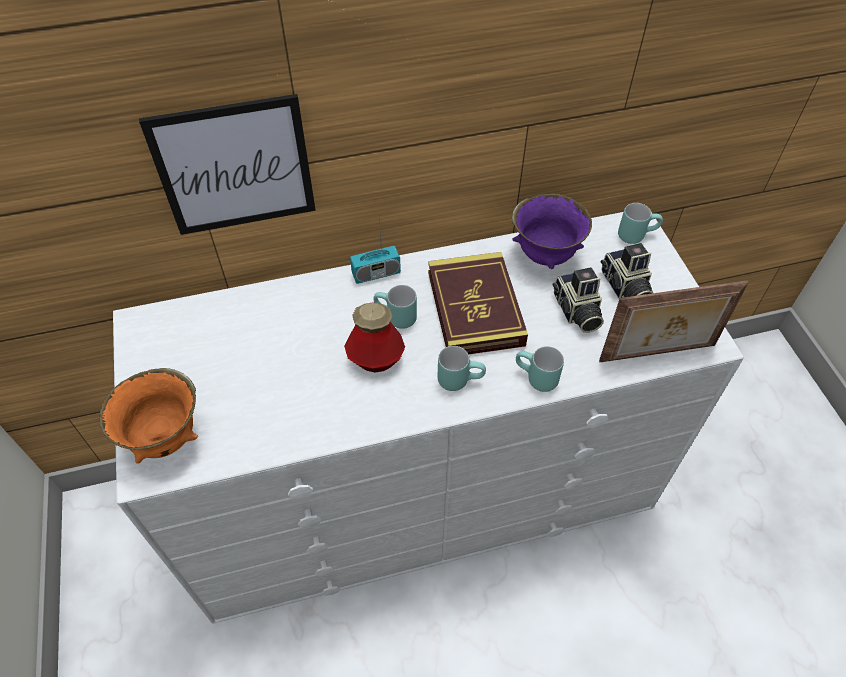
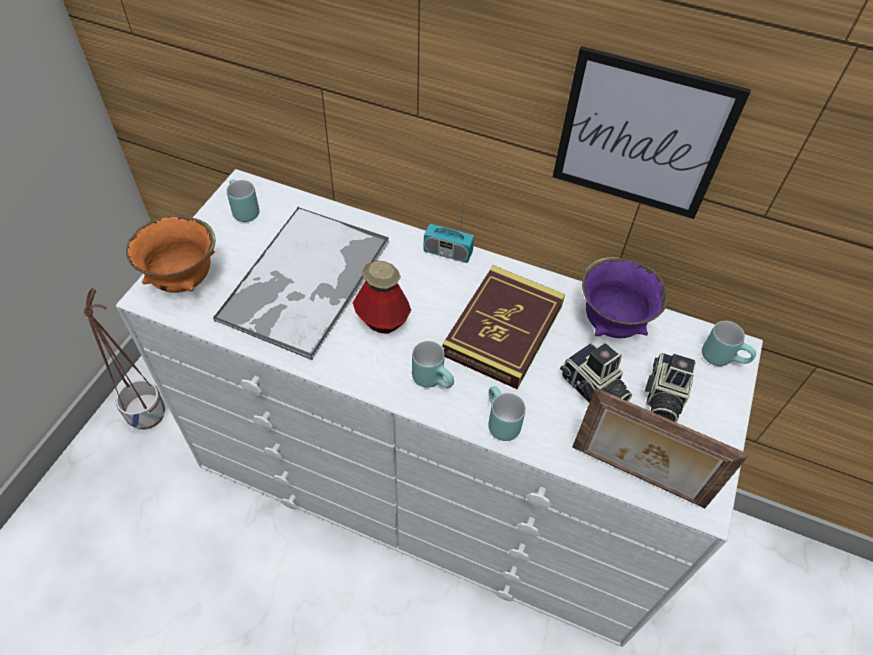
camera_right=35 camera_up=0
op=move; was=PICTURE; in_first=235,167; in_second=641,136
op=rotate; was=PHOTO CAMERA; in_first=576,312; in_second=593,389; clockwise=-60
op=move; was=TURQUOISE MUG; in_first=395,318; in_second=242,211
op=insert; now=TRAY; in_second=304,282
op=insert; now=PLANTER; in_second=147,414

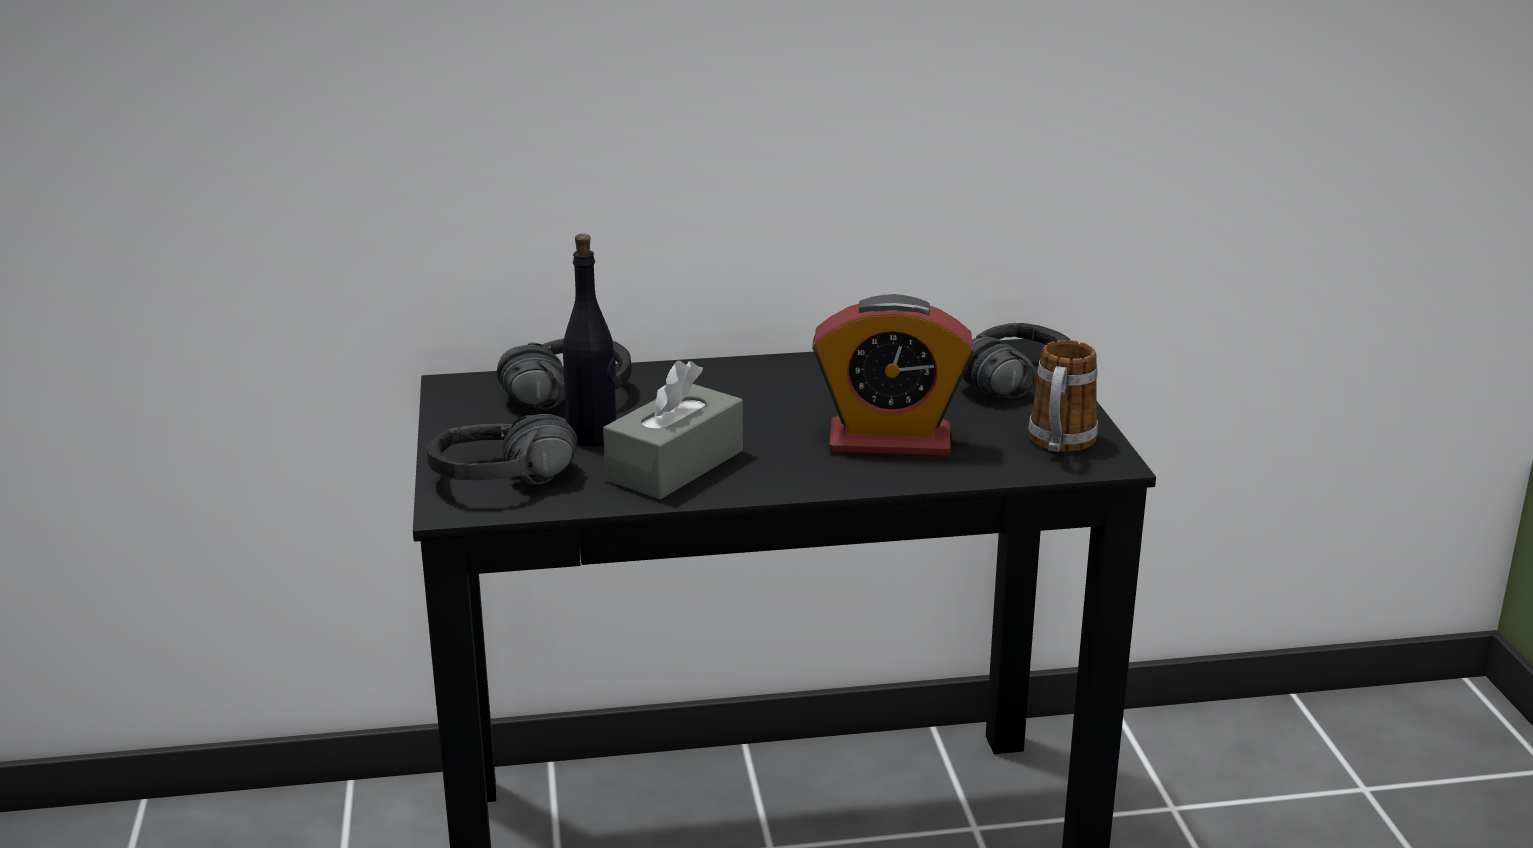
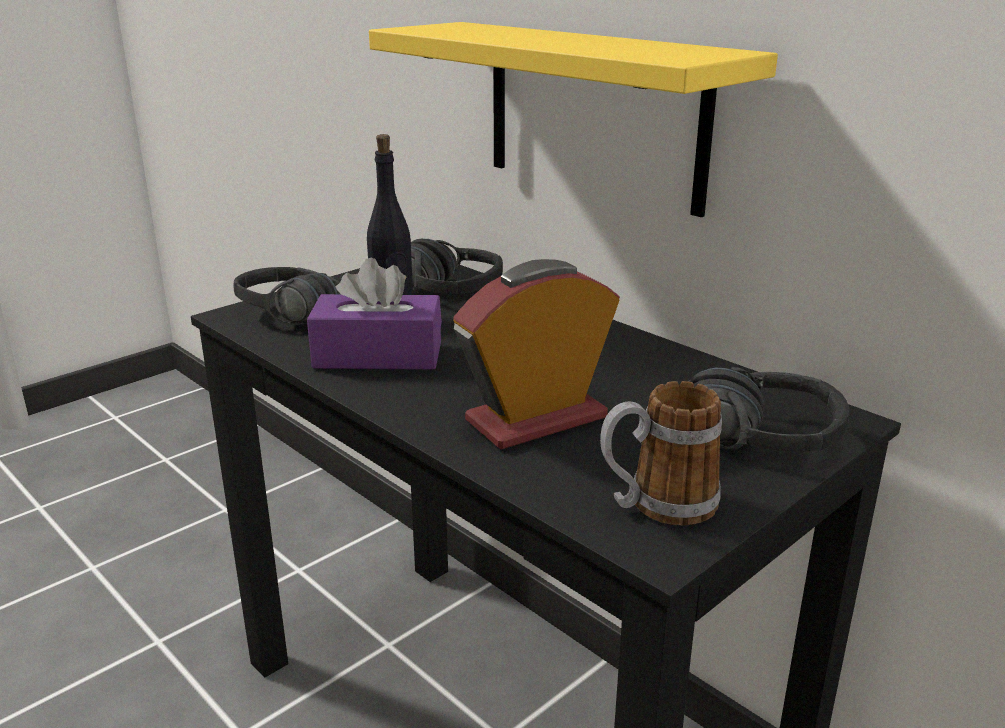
camera_right=55 camera_up=0
op=rotate; was=ALARM CLOCK; in_first=889,441; in_second=536,419; clockwise=90
op=recolor; was=GREY TISSUE BOX; now=PURPLE TISSUE BOX; in_first=675,465; in_second=378,355
op=insert; now=YELLOW SHELF; in_second=593,114

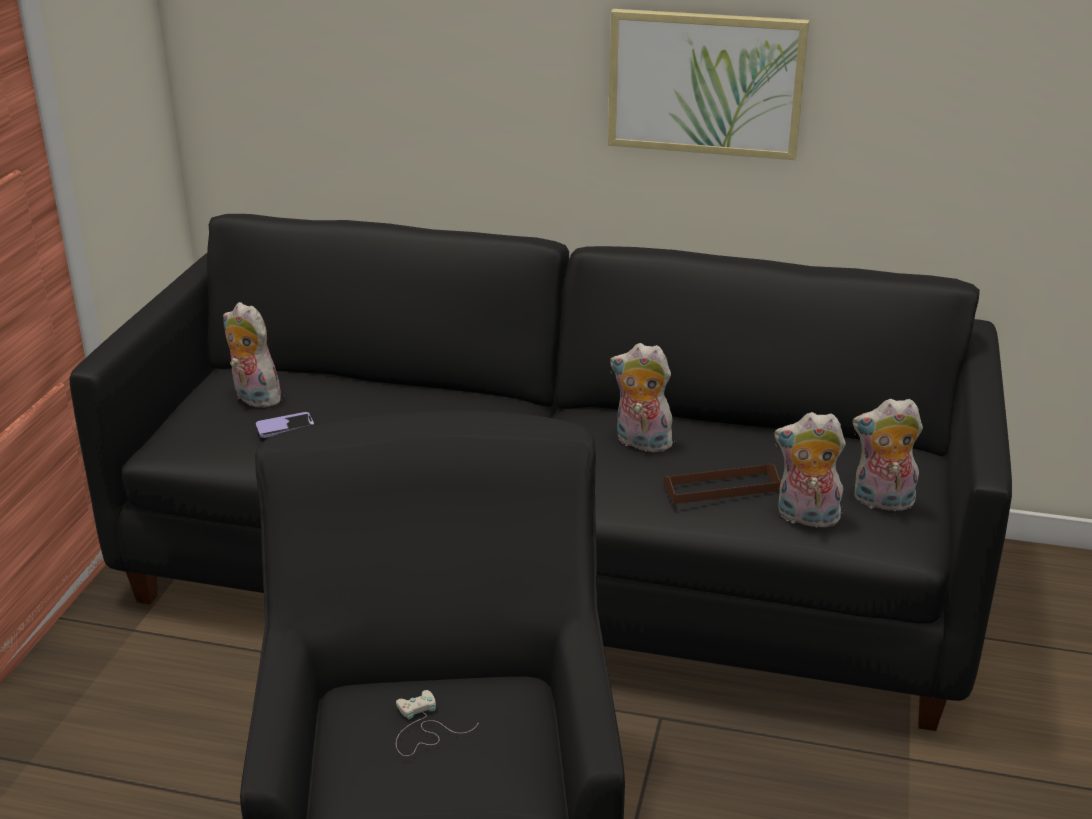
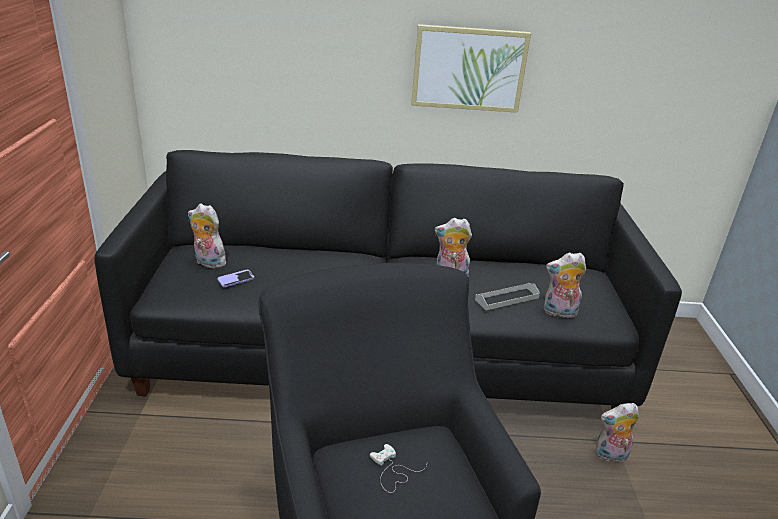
camera_right=-15 camera_up=0
op=move; was=PLUSH TOY; in_first=881,502; in_second=610,455
op=recolor; was=BROWN TRAY; now=GREY TRAY; in_first=721,488; in_second=507,299

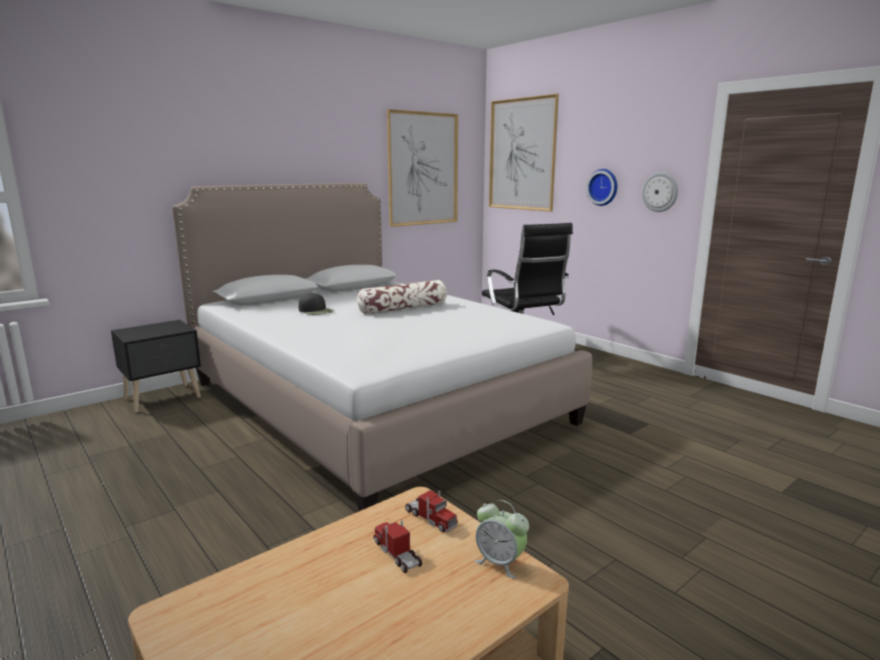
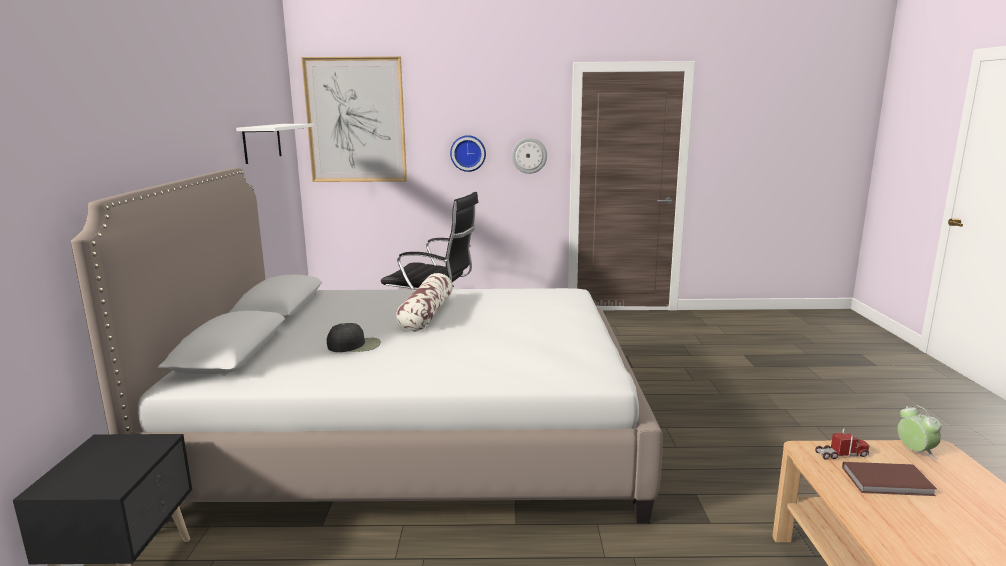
camera_right=-50 camera_up=0
op=replace; was=PICTURE; now=WHITE SHELF; in_first=423,169; in_second=262,142
op=rotate; was=ALARM CLOCK; in_first=500,562; in_second=915,451; clockwise=-90
op=replace; was=TOY TRUCK; now=BROWN BOOK; in_first=397,554; in_second=888,482

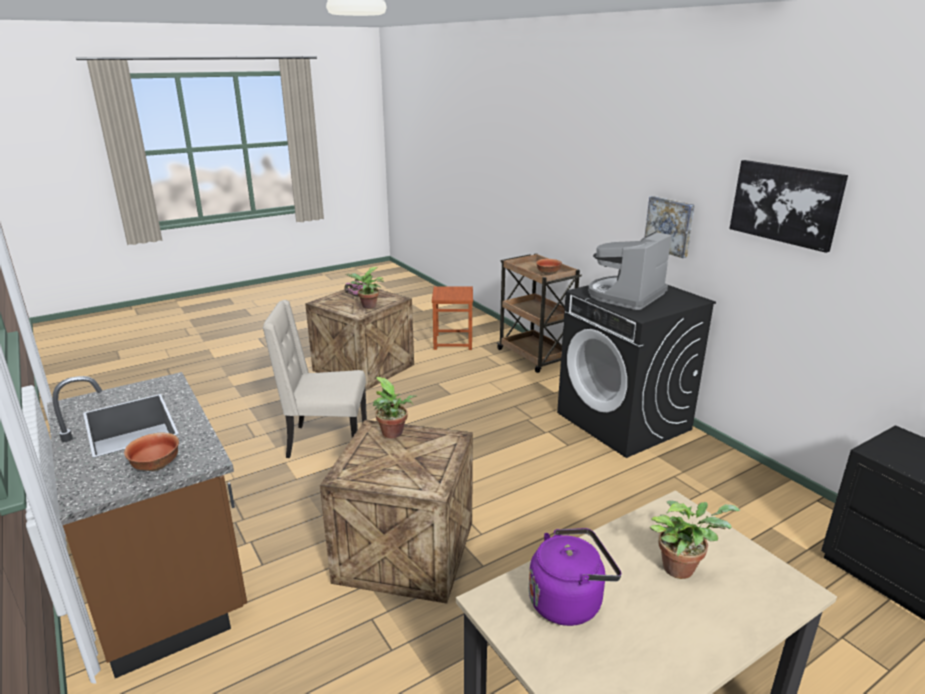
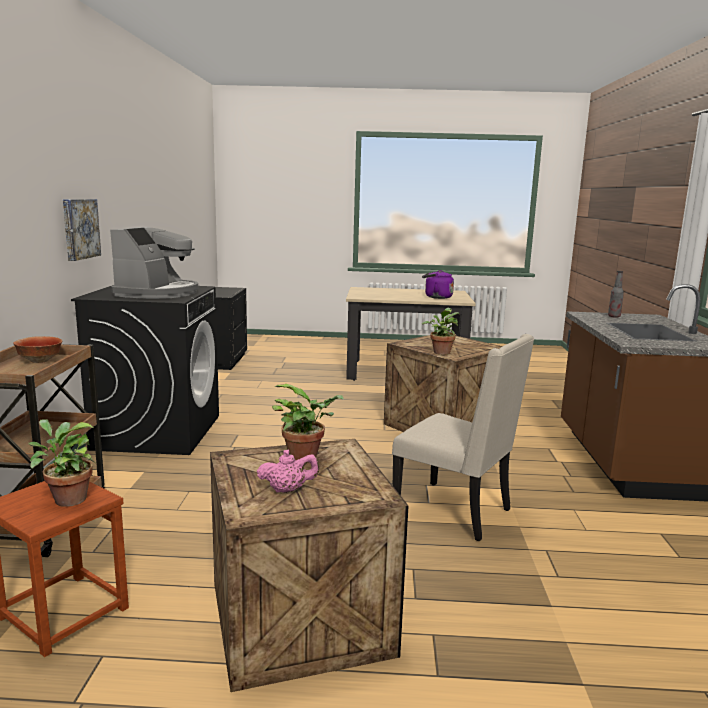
camera_right=-145 camera_up=-10
op=delete; was=PICTURE; in_first=785,203
op=rotate; was=COFFEE MACHINE; in_first=625,295; in_second=158,293; clockwise=-60
op=replace; was=BOWL; now=BOTTLE; in_first=157,466; in_second=614,316
op=move; was=POTTED PLANT; in_first=681,567; in_second=67,499

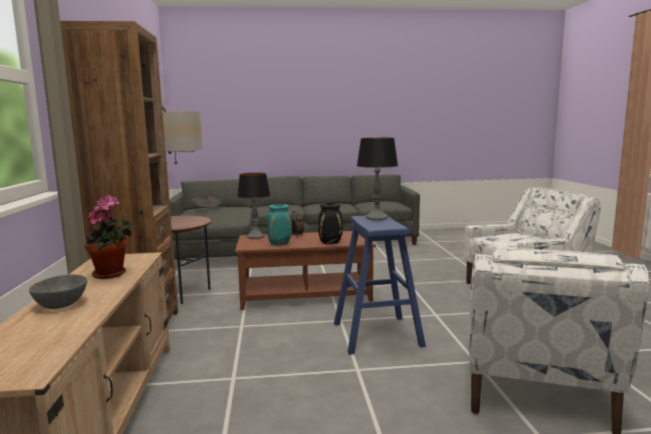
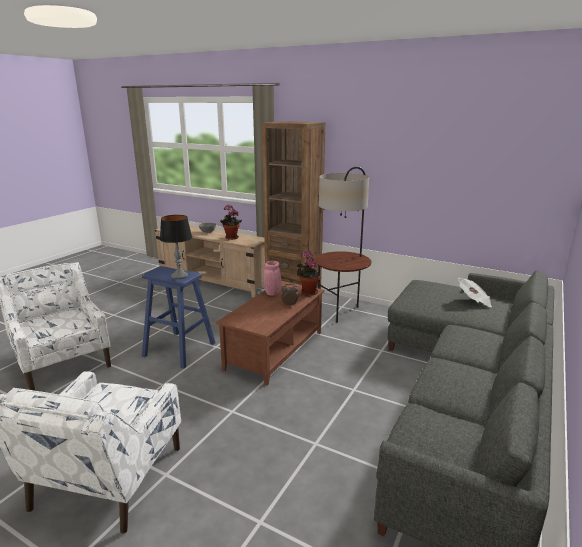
camera_right=125 camera_up=10
op=replace; was=TABLE LAMP; now=POTTED PLANT; in_first=255,237; in_second=308,292
op=delete; was=BLACK VASE; in_first=331,243
op=recolor; was=TURQUOISE VASE; now=PINK VASE; in_first=280,244; in_second=272,293

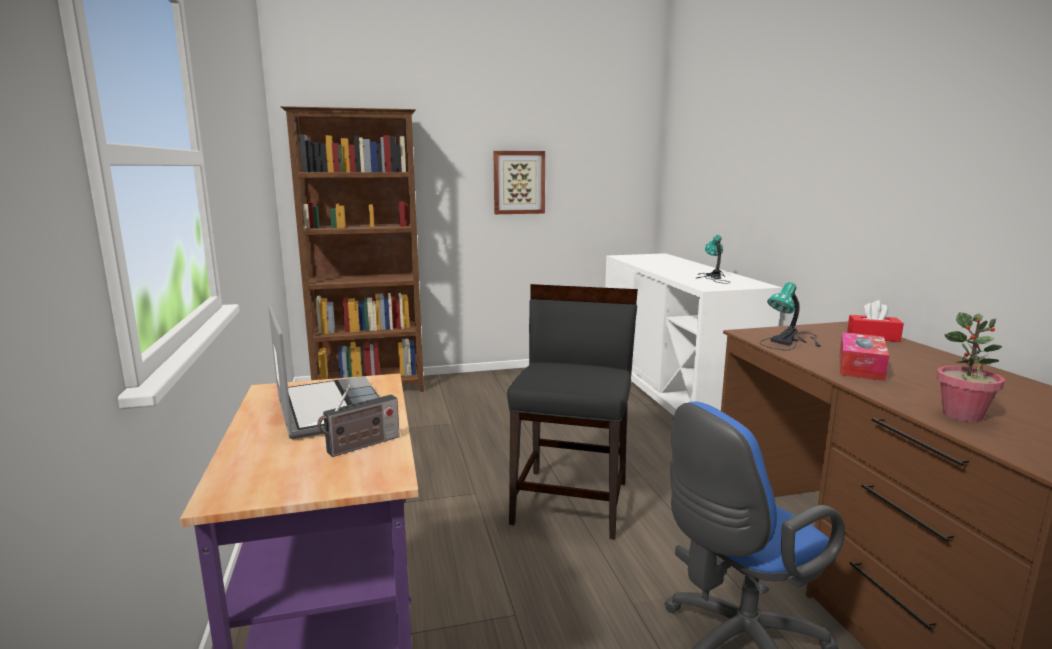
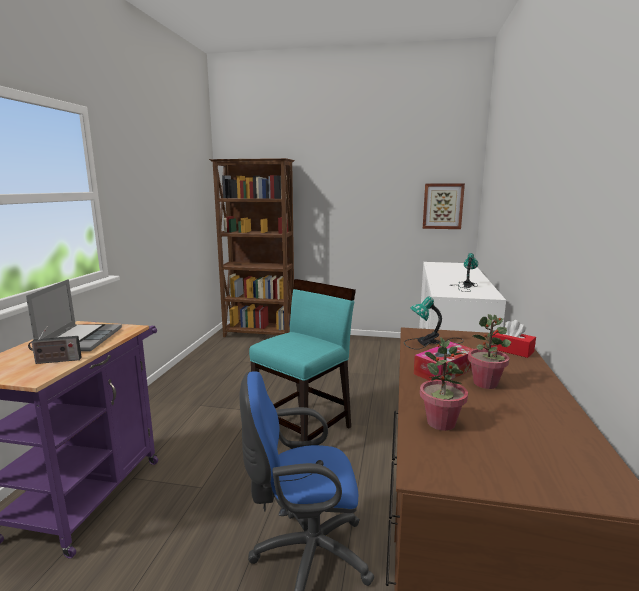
camera_right=25 camera_up=0
op=move; was=PICTURE; in_first=519,182; in_second=442,206
op=recolor; was=BLACK CHAIR; now=TURQUOISE CHAIR; in_first=572,501; in_second=304,430
op=insert; now=POTTED PLANT; in_second=485,383

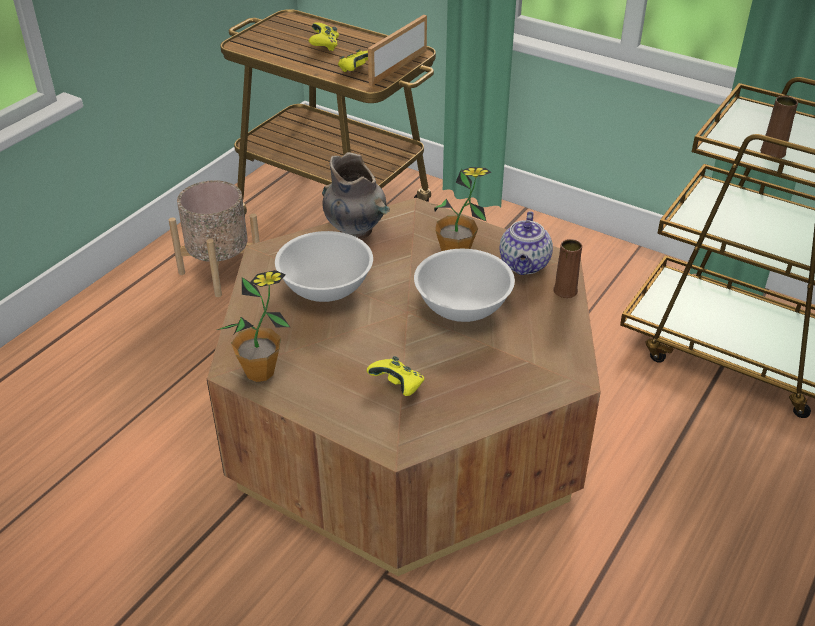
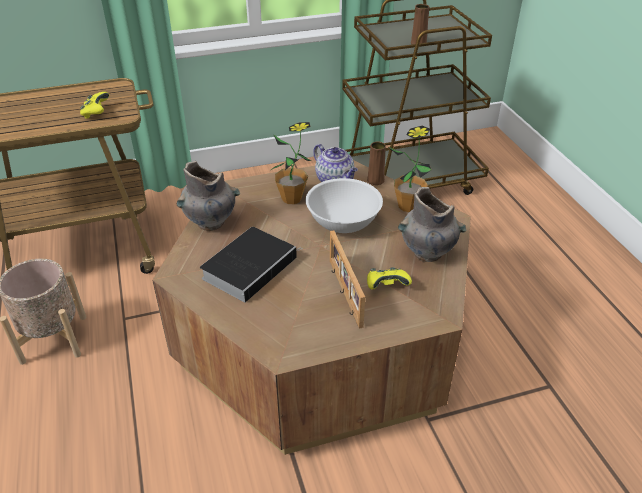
camera_right=-50 camera_up=0
op=move; was=PICTURE FRAME; in_first=397,67; in_second=344,292
op=delete; was=YELLOW GAME CONTROLLER; in_first=324,46
op=replace; was=WHITE BOWL; now=BOOK; in_first=325,287; in_second=251,266
op=move; was=POTTED PLANT; in_first=260,372; in_second=408,206
op=insert; now=GREY VASE; in_second=428,253

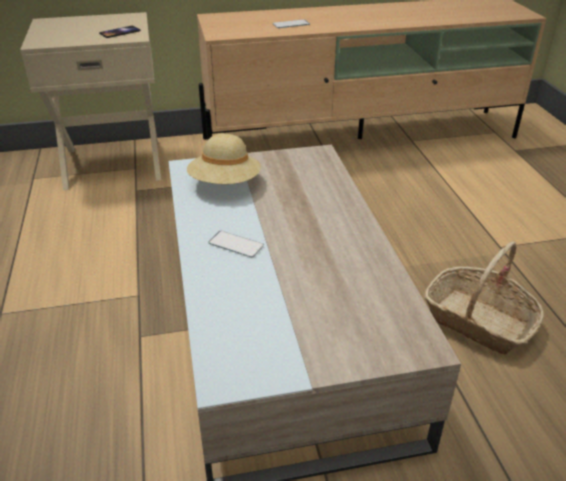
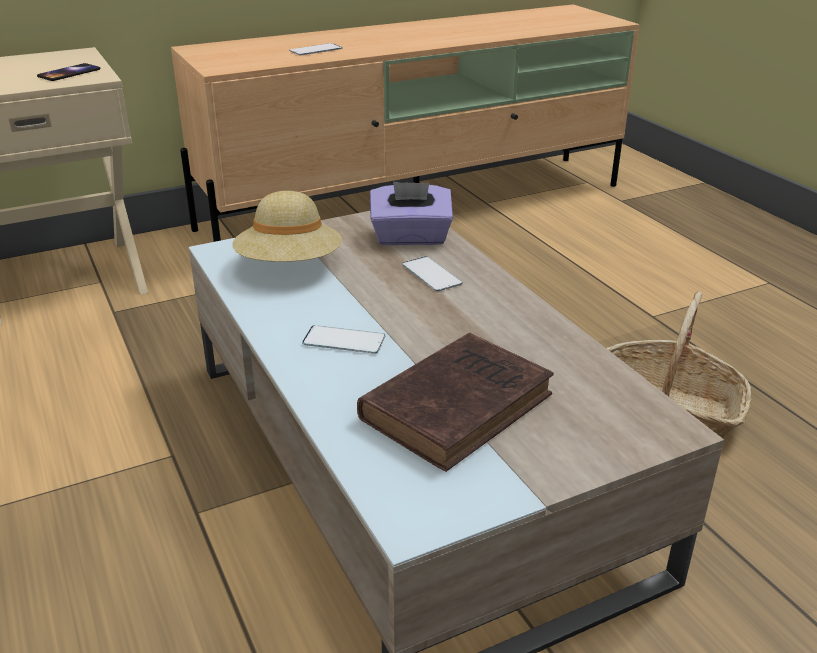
camera_right=-15 camera_up=-5
op=insert; now=PURPLE TISSUE BOX; in_second=411,238
op=insert; now=PHONE; in_second=431,274
op=insert; now=BROWN BOOK; in_second=460,404

